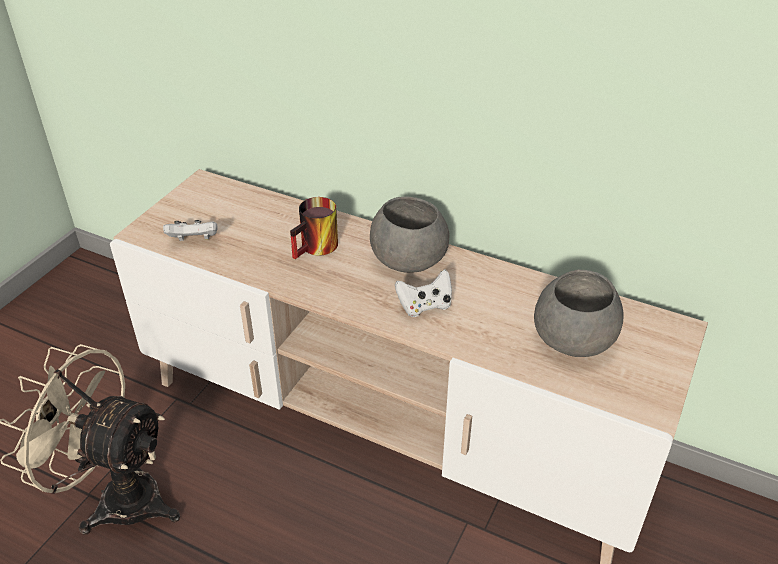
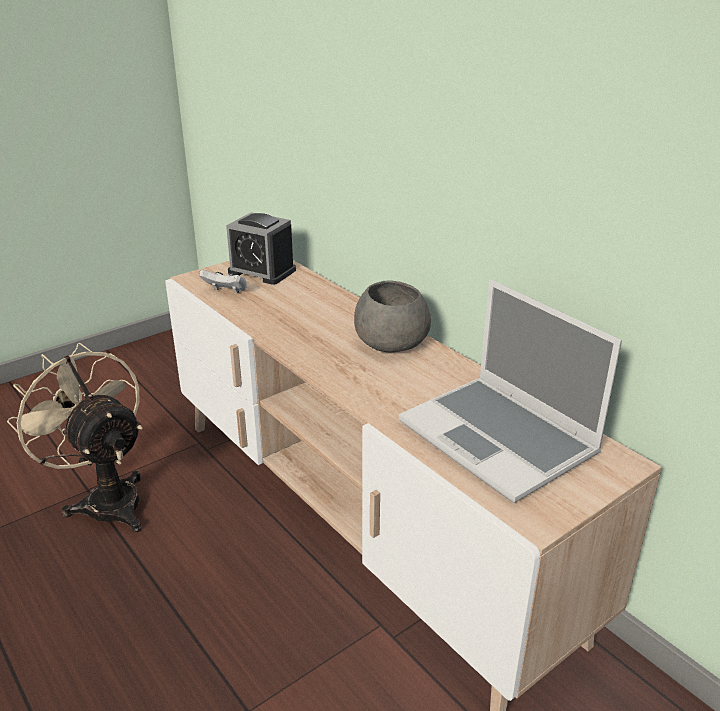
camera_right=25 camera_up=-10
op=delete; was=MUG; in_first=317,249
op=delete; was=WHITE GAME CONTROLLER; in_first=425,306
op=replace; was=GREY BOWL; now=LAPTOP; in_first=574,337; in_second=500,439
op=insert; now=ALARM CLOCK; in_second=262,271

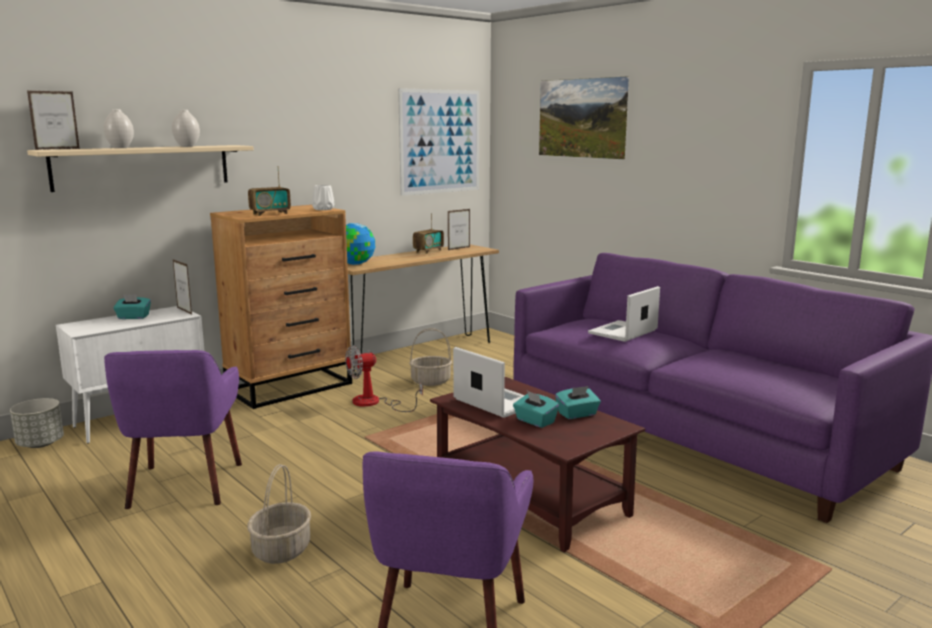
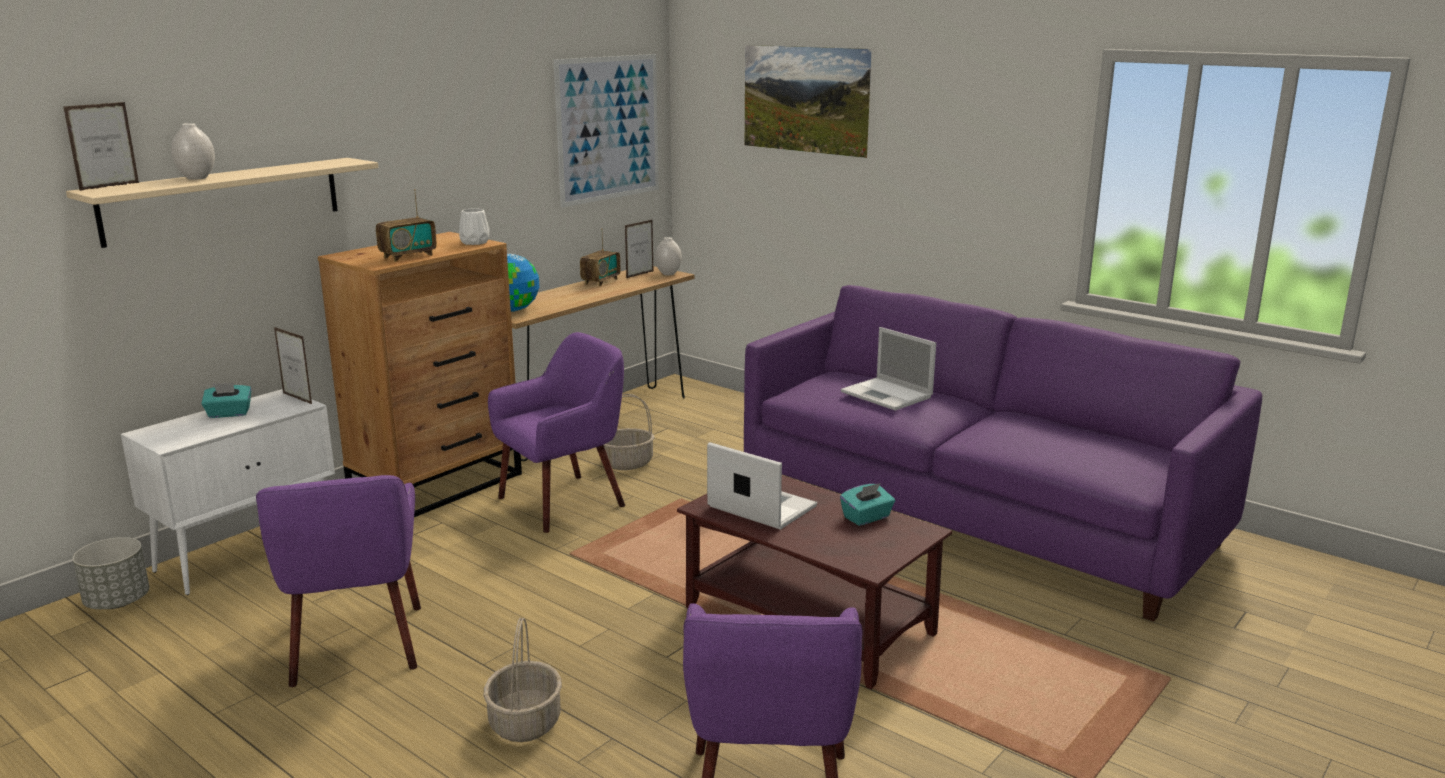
camera_right=-10 camera_up=5
op=move; was=WHITE VASE; in_first=187,146; in_second=668,274
op=rotate; was=LAPTOP; in_first=622,332; in_second=888,395; clockwise=-75
op=replace; was=FAN; now=PURPLE ARMCHAIR; in_first=374,403; in_second=564,502
op=delete; was=TURQUOISE TISSUE BOX; in_first=535,421

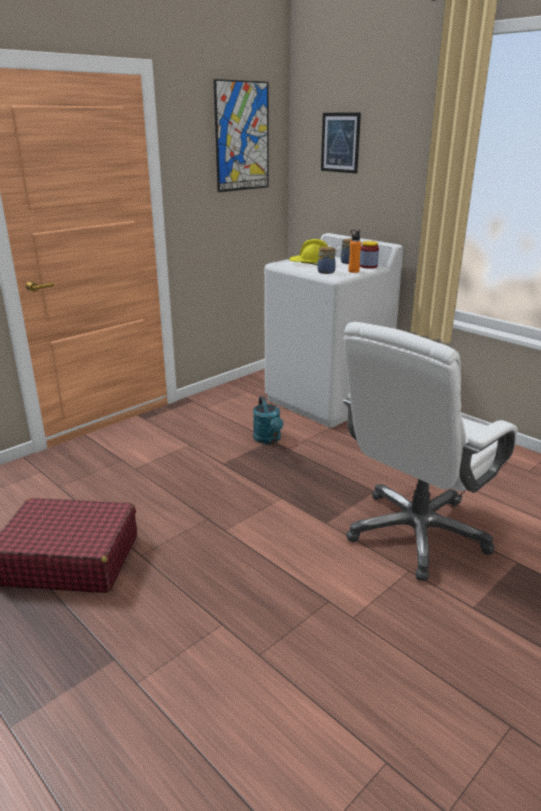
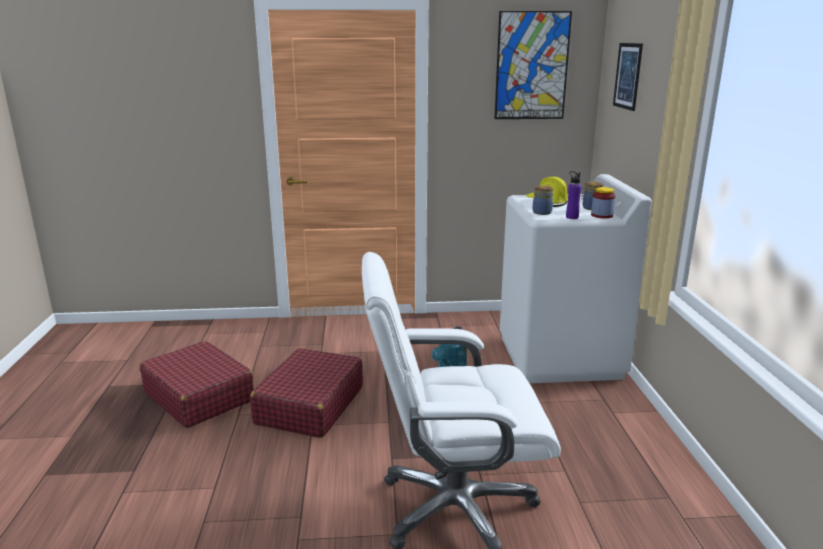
camera_right=40 camera_up=-5
op=recolor; was=ORANGE BOTTLE; now=PURPLE BOTTLE; in_first=353,271; in_second=572,217
op=insert; now=RED SUITCASE; in_second=309,405

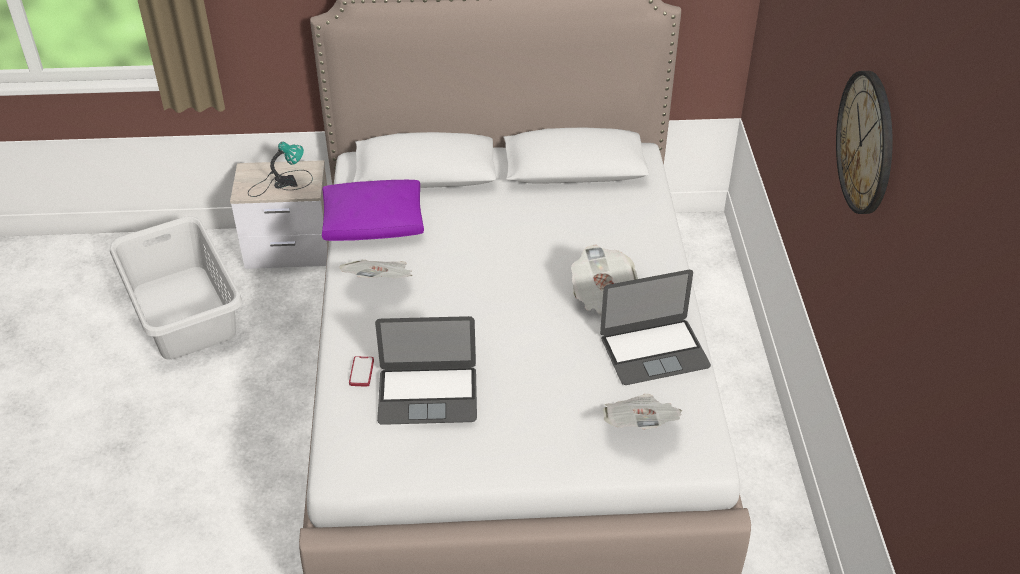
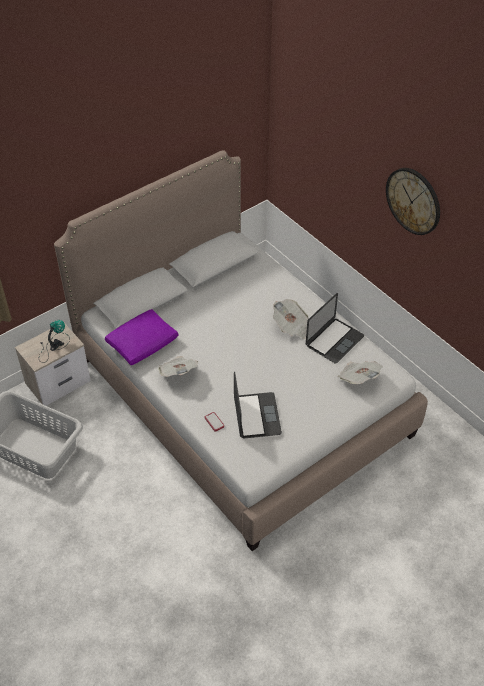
camera_right=-35 camera_up=5
op=rotate; was=LAPTOP; in_first=427,395; in_second=256,415; clockwise=-60

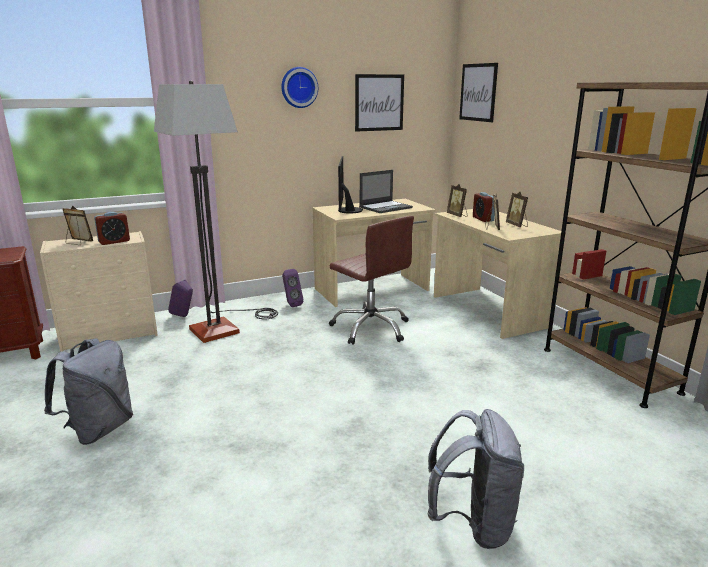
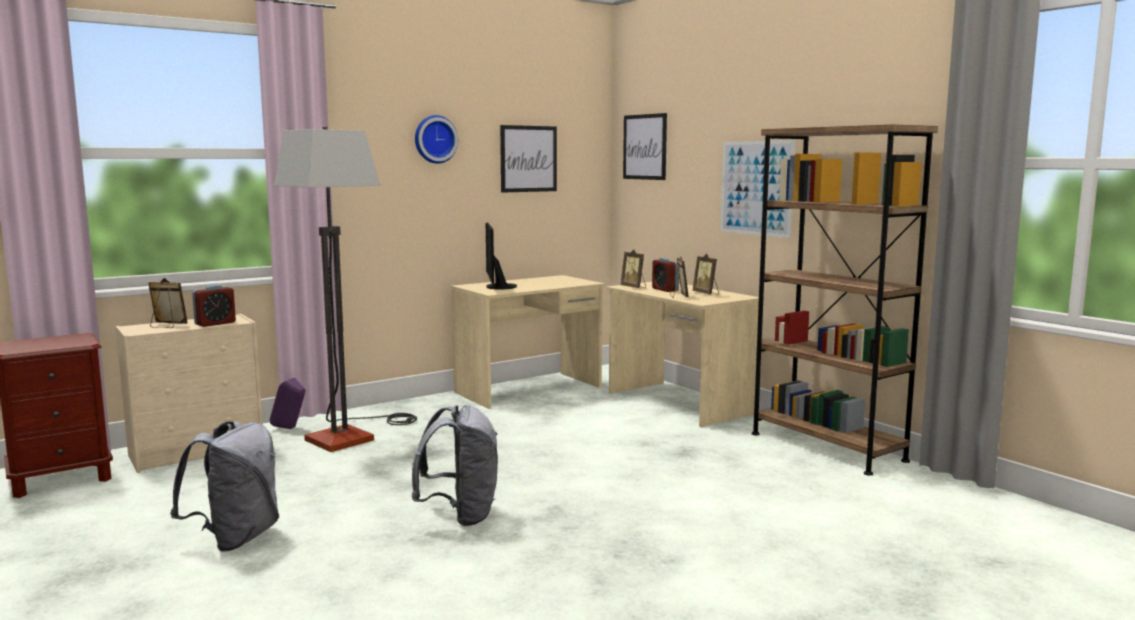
camera_right=-10 camera_up=-10
op=delete; was=LAPTOP; in_first=386,207
op=delete; was=BROWN OFFICE CHAIR; in_first=371,328
op=delete; was=PURPLE SPEAKER; in_first=291,304
op=move; was=GREY BACKPACK; in_first=473,523; in_second=460,515
op=insert; now=PICTURE; in_second=756,188

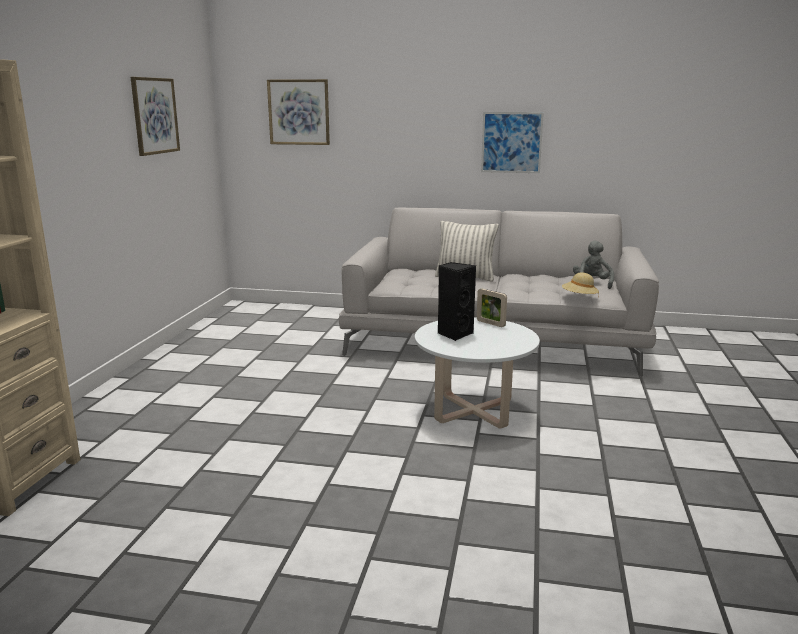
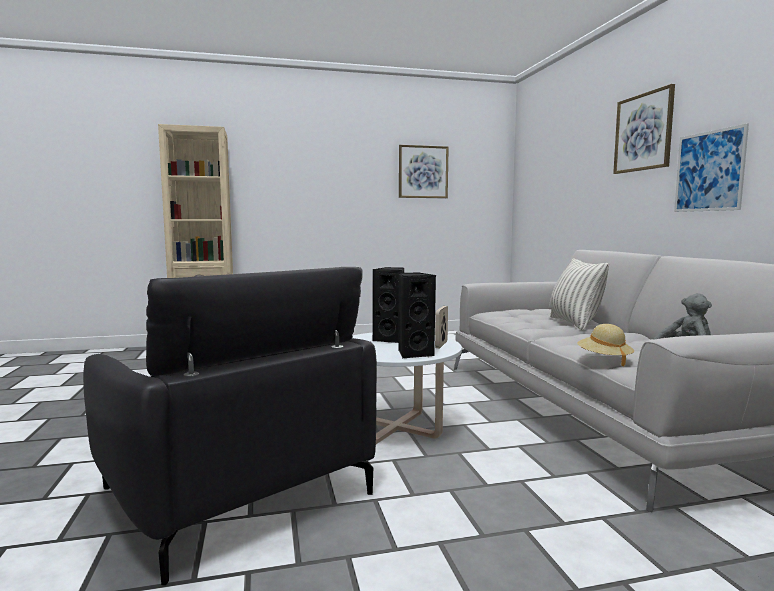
camera_right=65 camera_up=-10
op=move; was=PICTURE; in_first=299,112; in_second=643,132
op=insert; now=BLACK ARMCHAIR; in_second=236,491
op=insert; now=BLACK SPEAKER; in_second=414,353

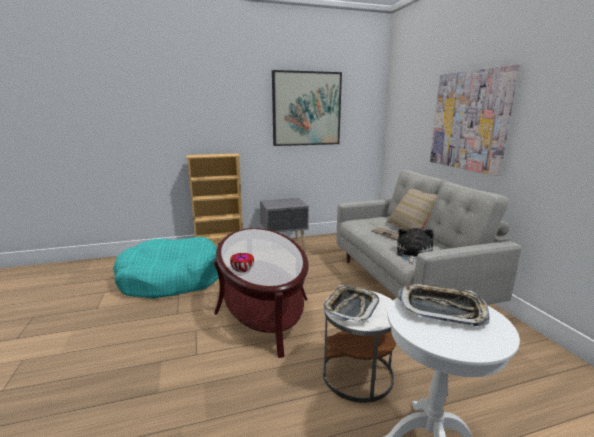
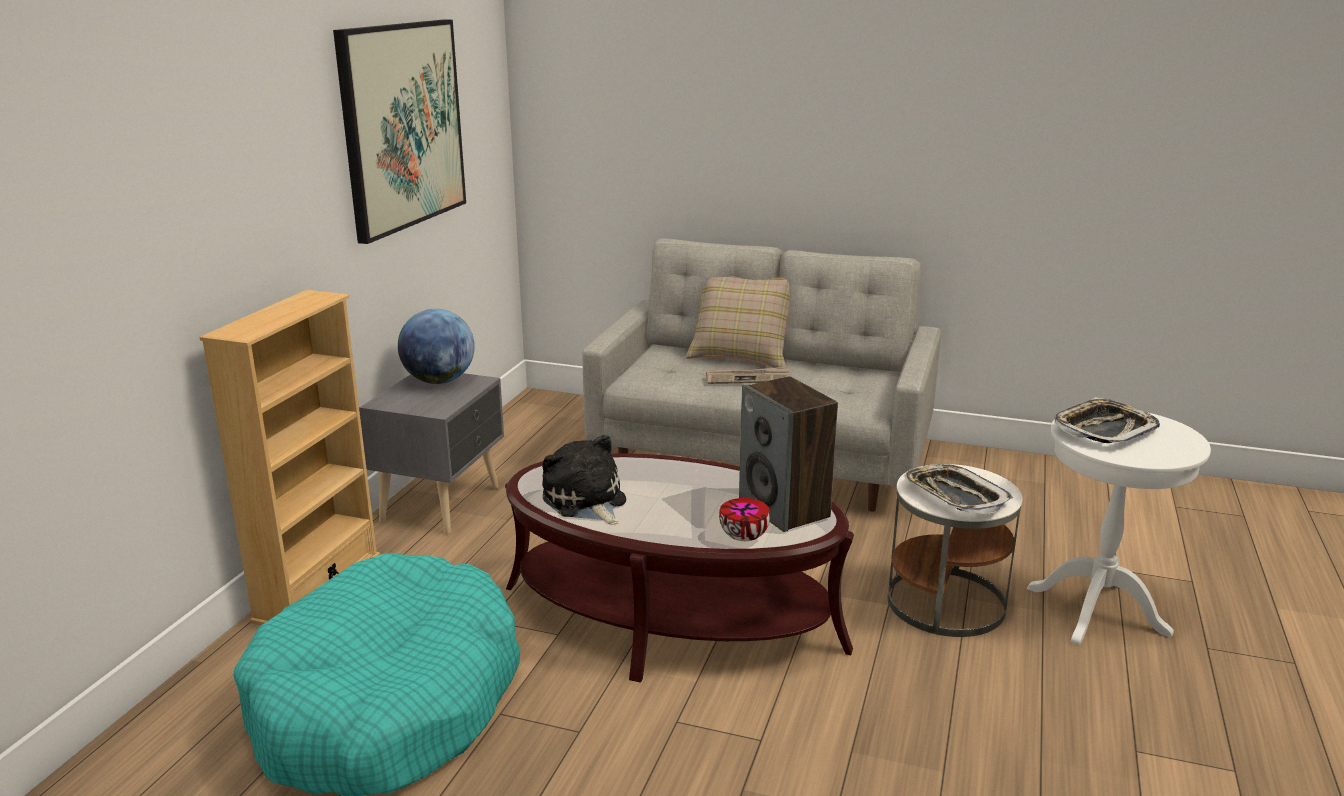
camera_right=-55 camera_up=5
op=delete; was=PICTURE; in_first=470,121
op=move; was=PLUSH TOY; in_first=412,254; in_second=586,502
op=insert; now=GLOBE; in_second=439,381
op=insert; now=SPEAKER; in_second=785,509

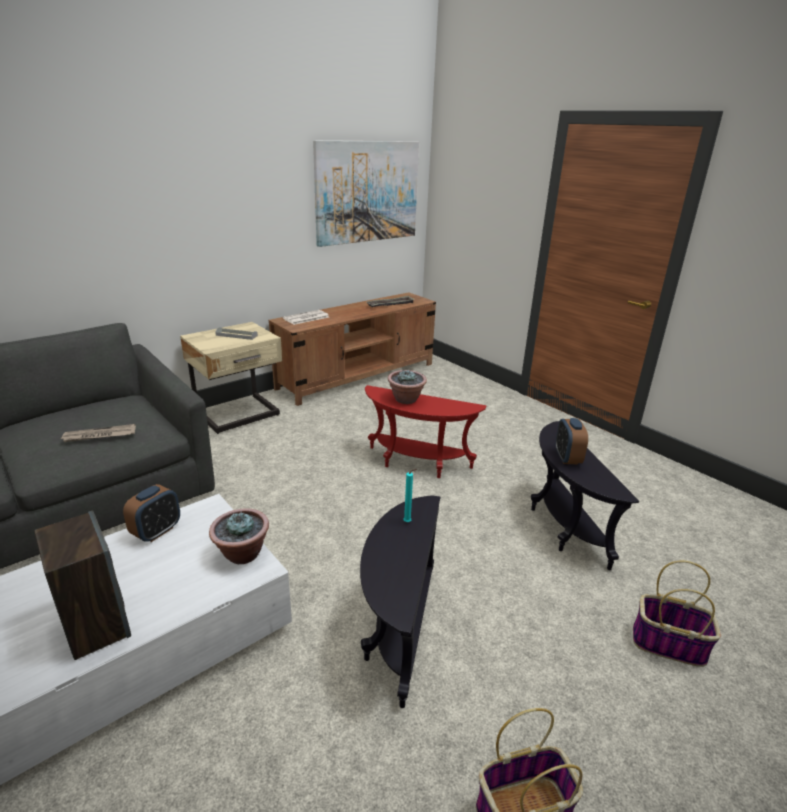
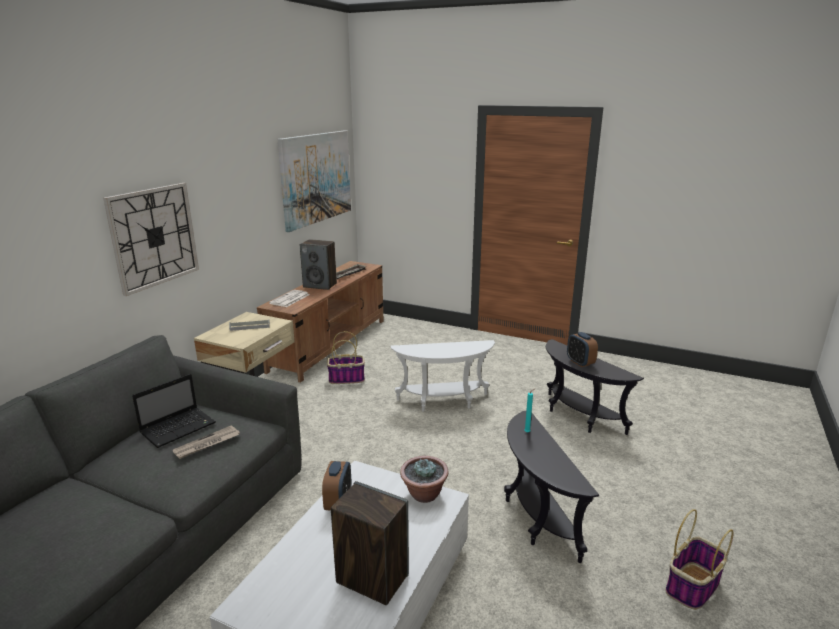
camera_right=-25 camera_up=-5
op=delete; was=POTTED PLANT; in_first=406,399
op=recolor; was=RED SIDE TABLE; now=WHITE SIDE TABLE; in_first=416,464; in_second=444,402
op=move; was=BASKET; in_first=669,644; in_second=347,379
op=insert; now=WALL CLOCK; in_second=154,237
op=insert; now=SPEAKER; in_second=320,285
op=insert; now=LAPTOP; in_second=179,427

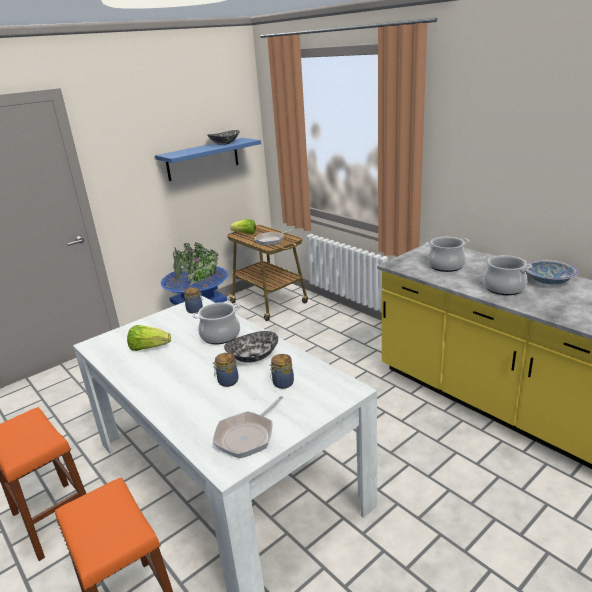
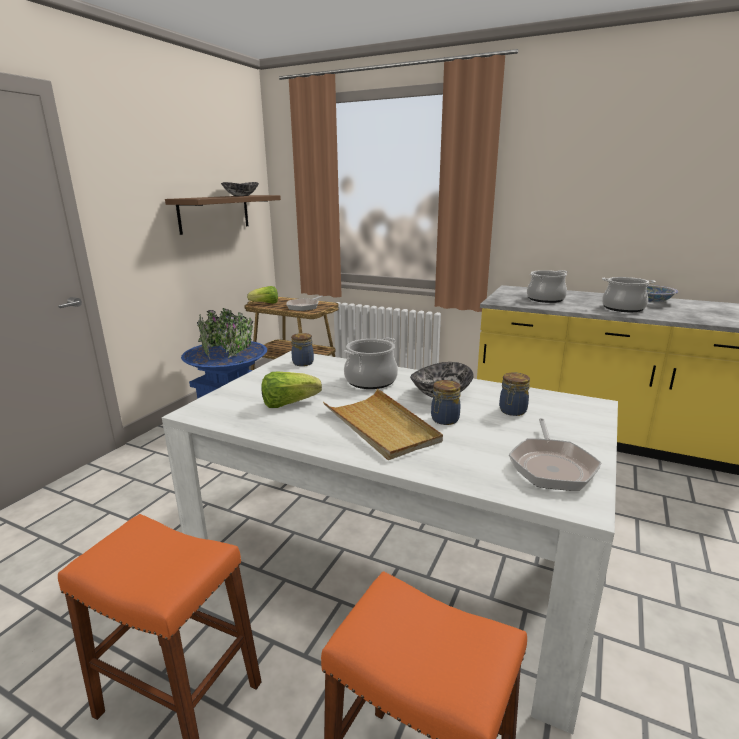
camera_right=-25 camera_up=-5
op=recolor; was=BLUE SHELF; now=BROWN SHELF; in_first=203,159; in_second=214,213
op=insert; now=BEIGE TRAY; in_second=381,426

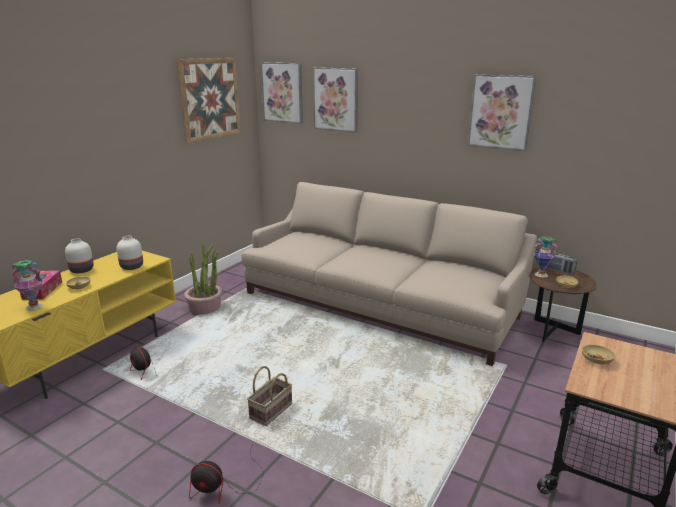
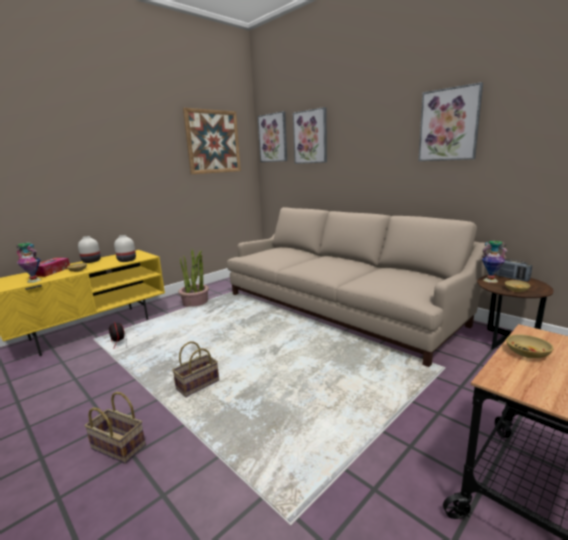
camera_right=15 camera_up=-5
op=replace; was=FAN; now=BASKET; in_first=224,486; in_second=116,447

